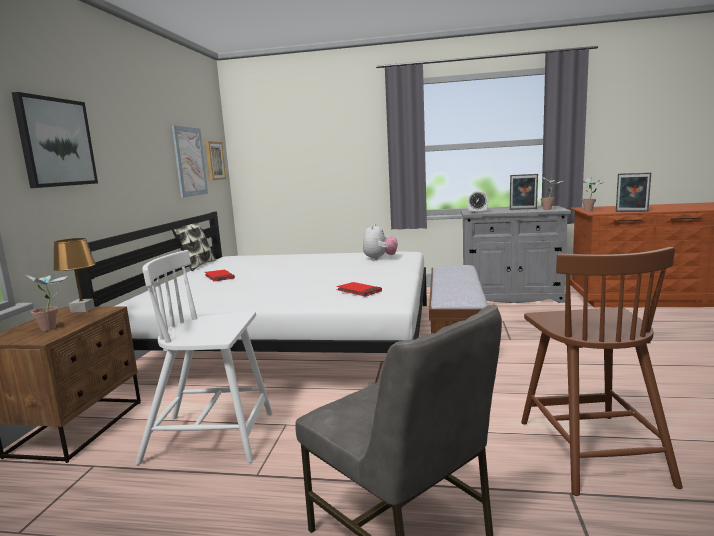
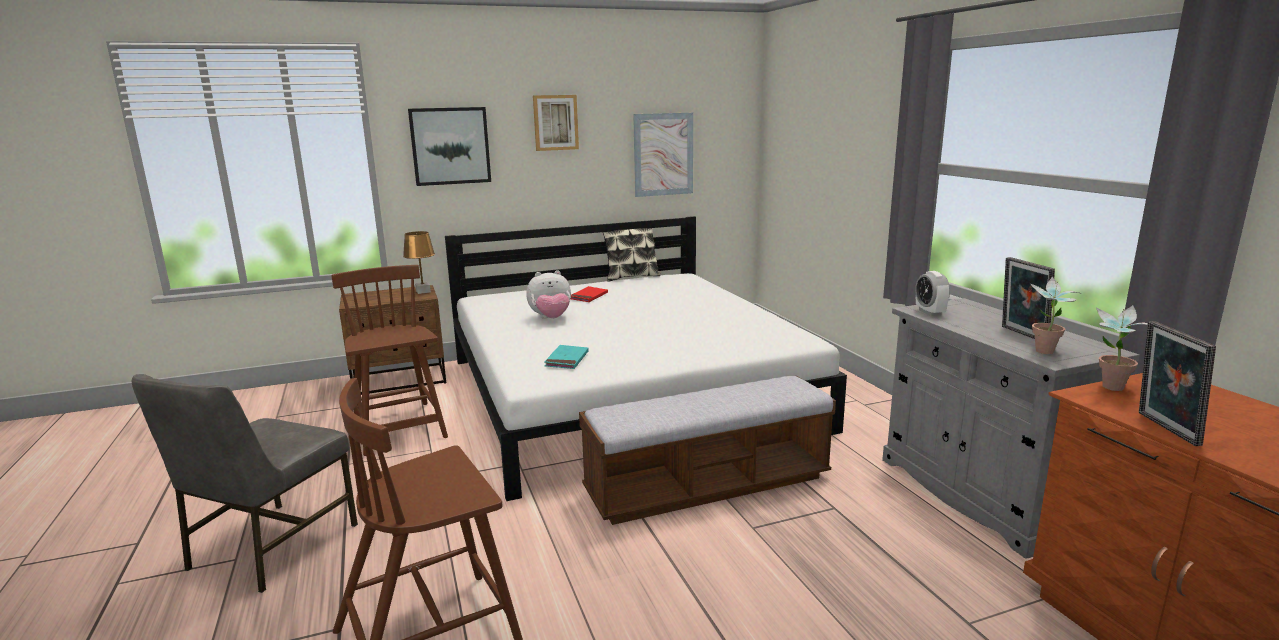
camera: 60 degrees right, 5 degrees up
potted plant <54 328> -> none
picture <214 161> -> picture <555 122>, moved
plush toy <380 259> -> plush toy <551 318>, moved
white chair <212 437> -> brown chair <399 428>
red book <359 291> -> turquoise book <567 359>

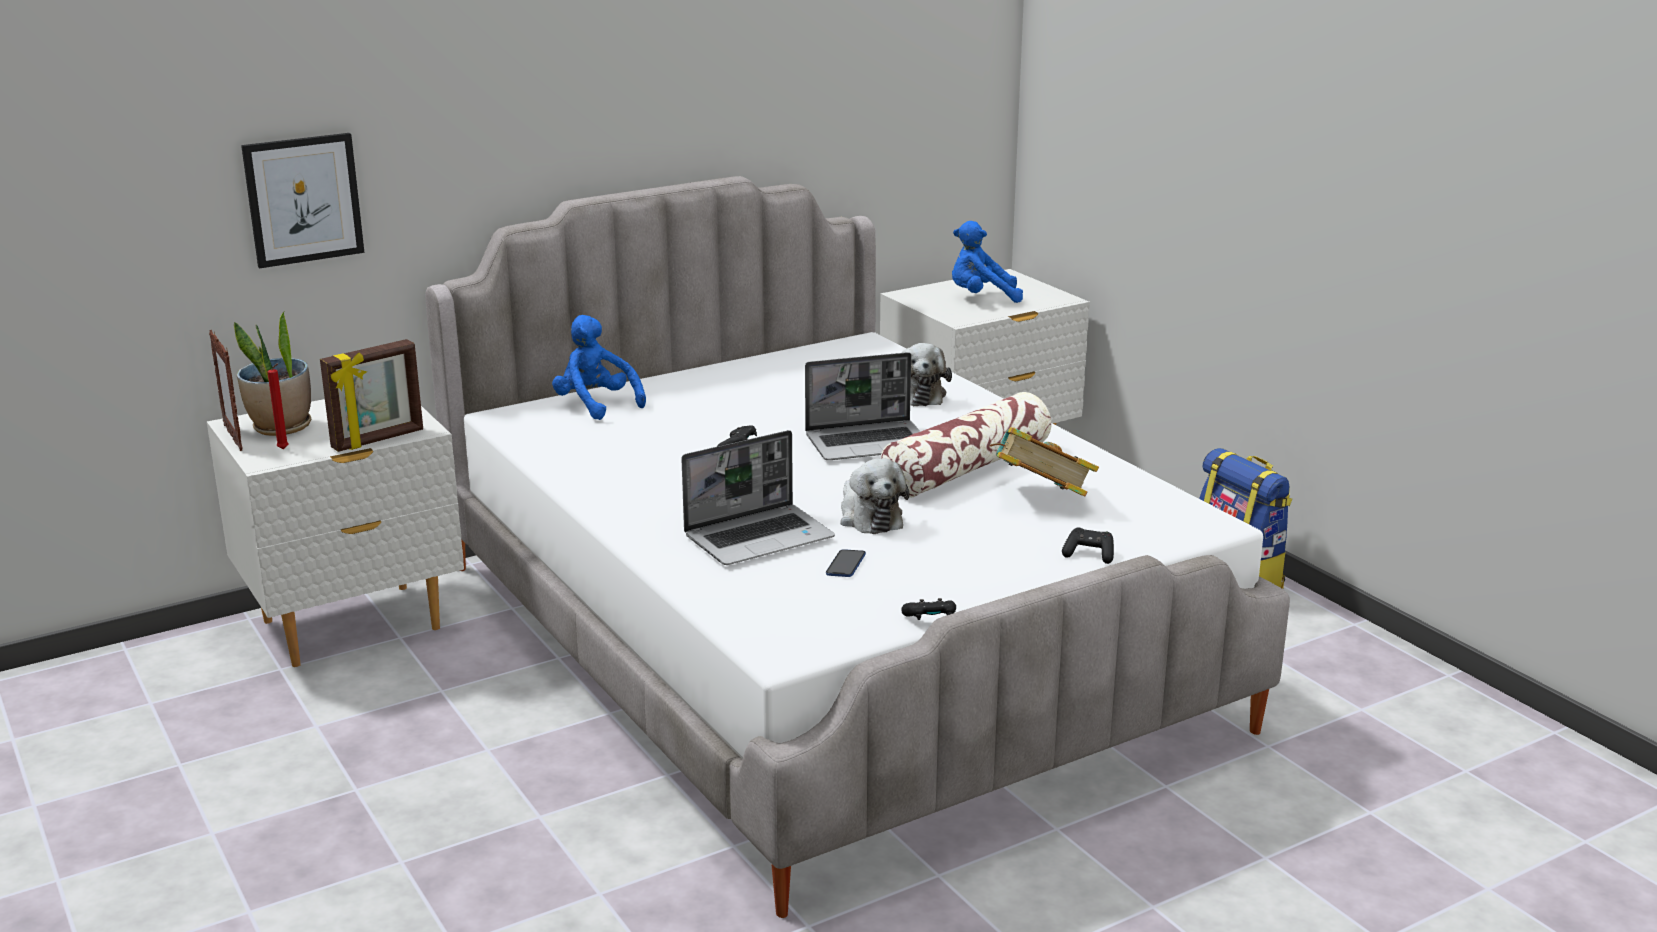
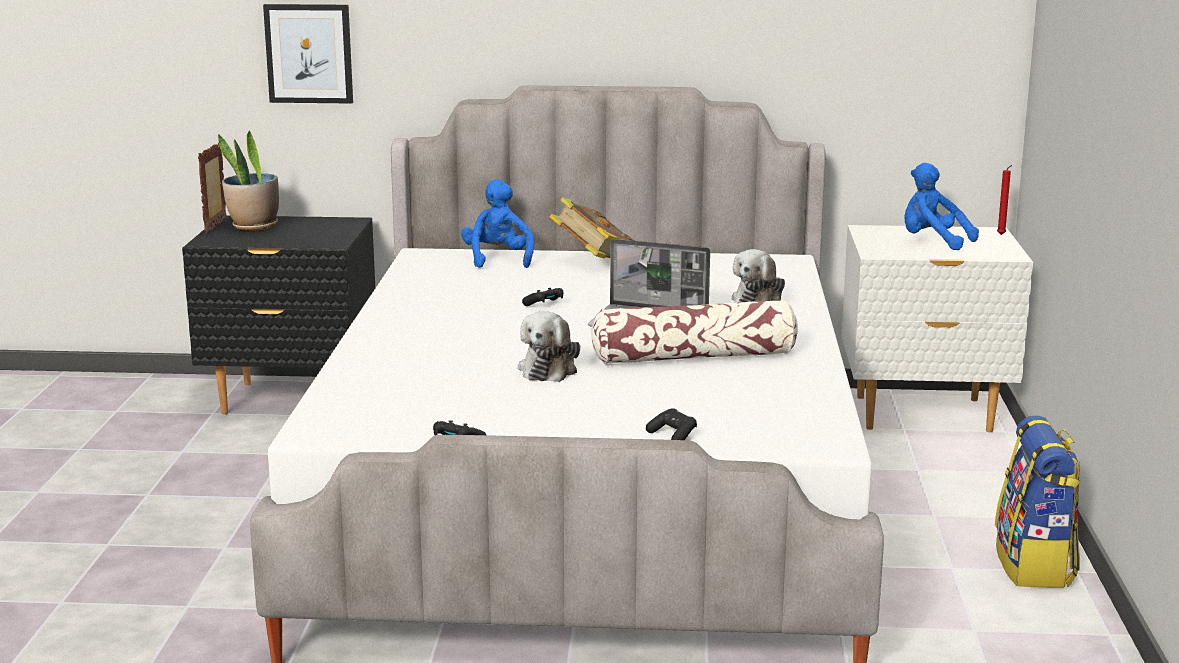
camera: 35 degrees right, 5 degrees down
picture frame <378 440> -> none
laptop <760 537> -> none
phone <845 565> -> none
red candle <284 449> -> red candle <1002 235>, moved
book <1040 499> -> book <593 261>, moved
white nightstand <352 626> -> black nightstand <291 400>

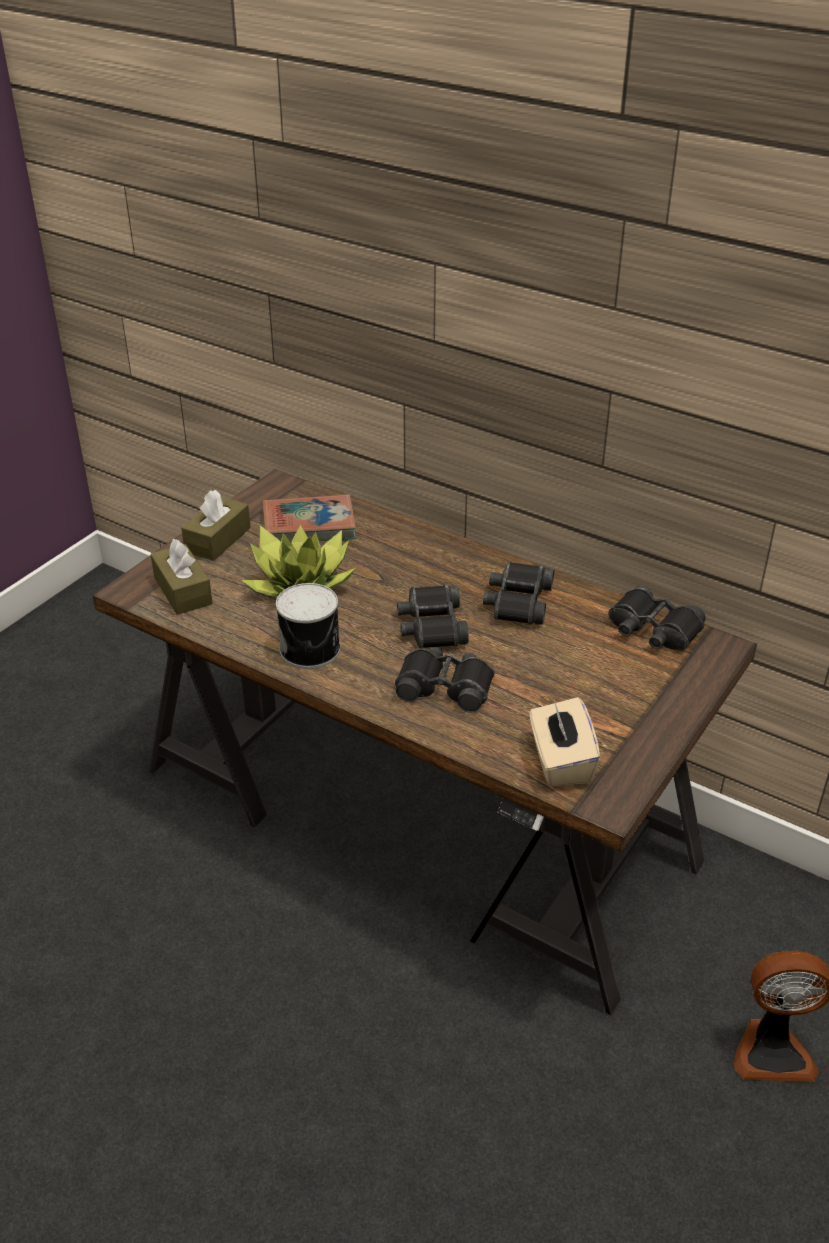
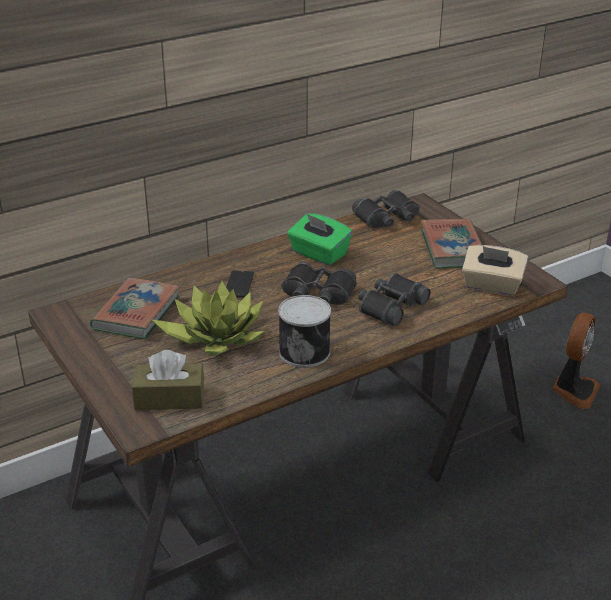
camera: 65 degrees left, 5 degrees down
brown tissue box <218 540> -> none
none -> phone <239 284>
none -> book <453 248>
black binoculars <517 602> -> green tissue box <319 254>

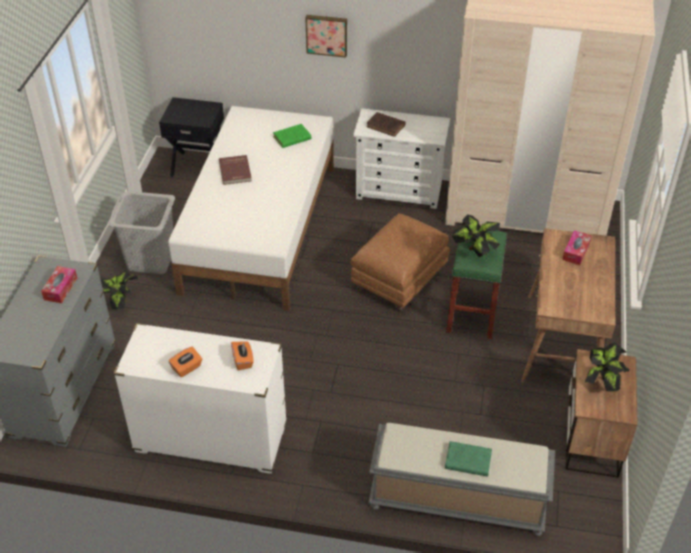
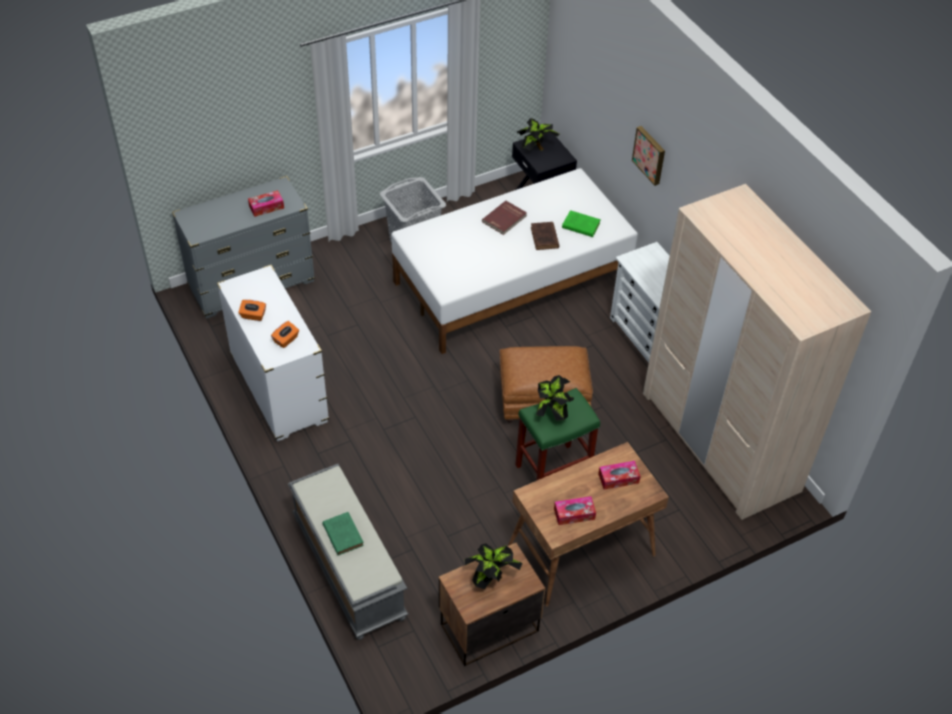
camera: 50 degrees right, 5 degrees up
none -> tissue box <574 514>
potted plant <120 304> -> potted plant <536 149>, moved
brown book <386 126> -> brown book <544 238>, moved

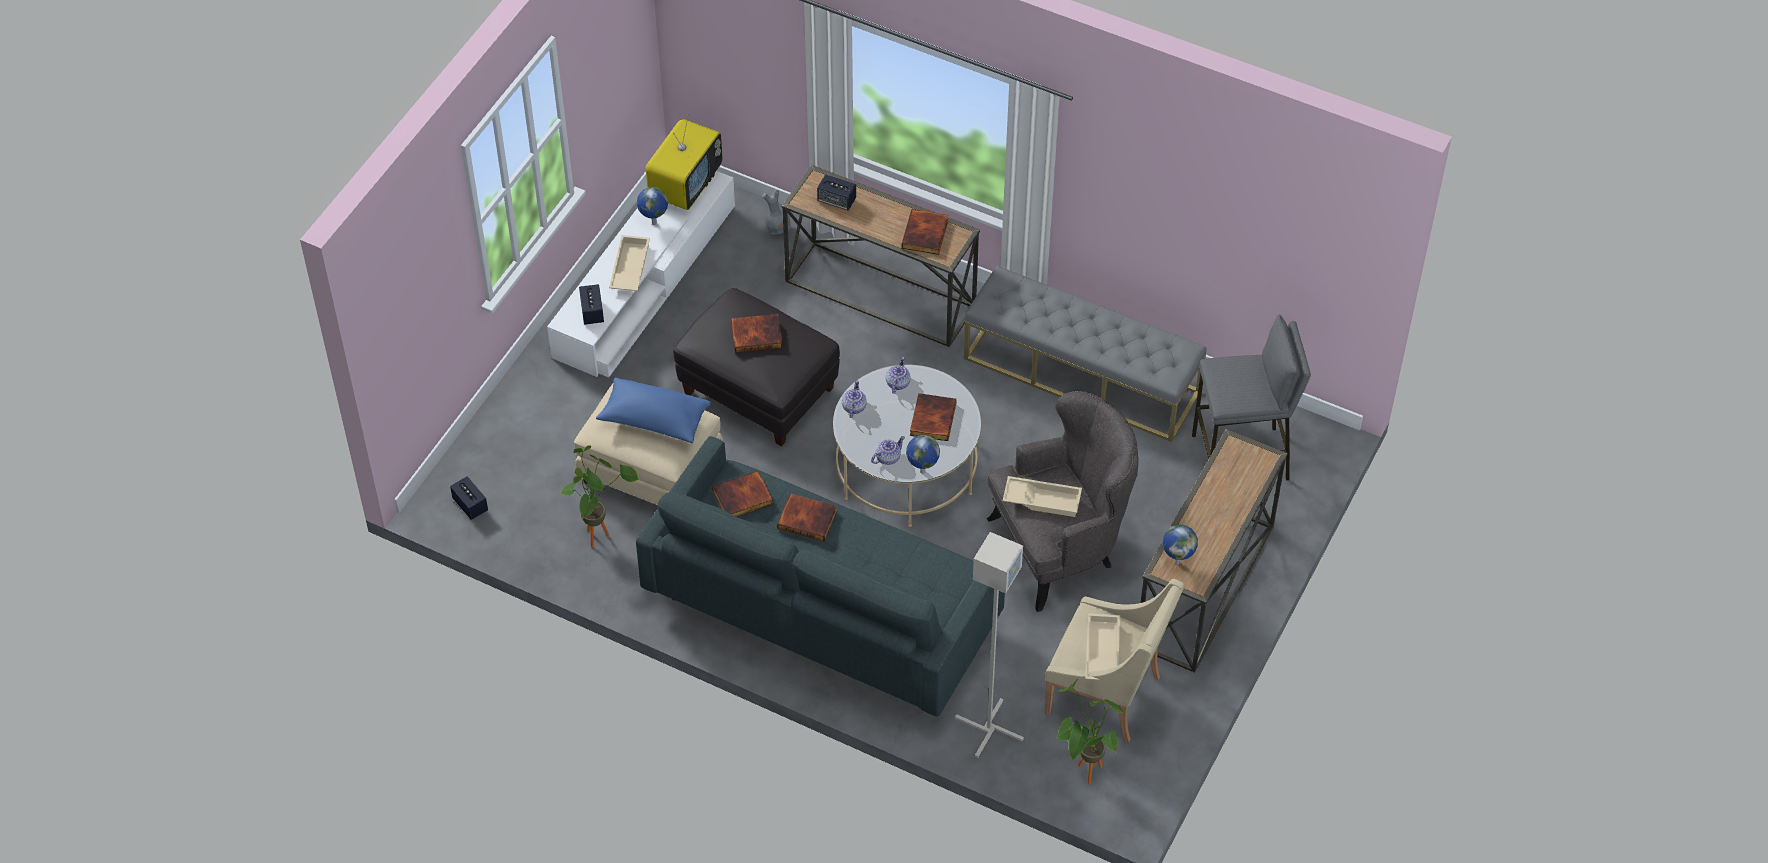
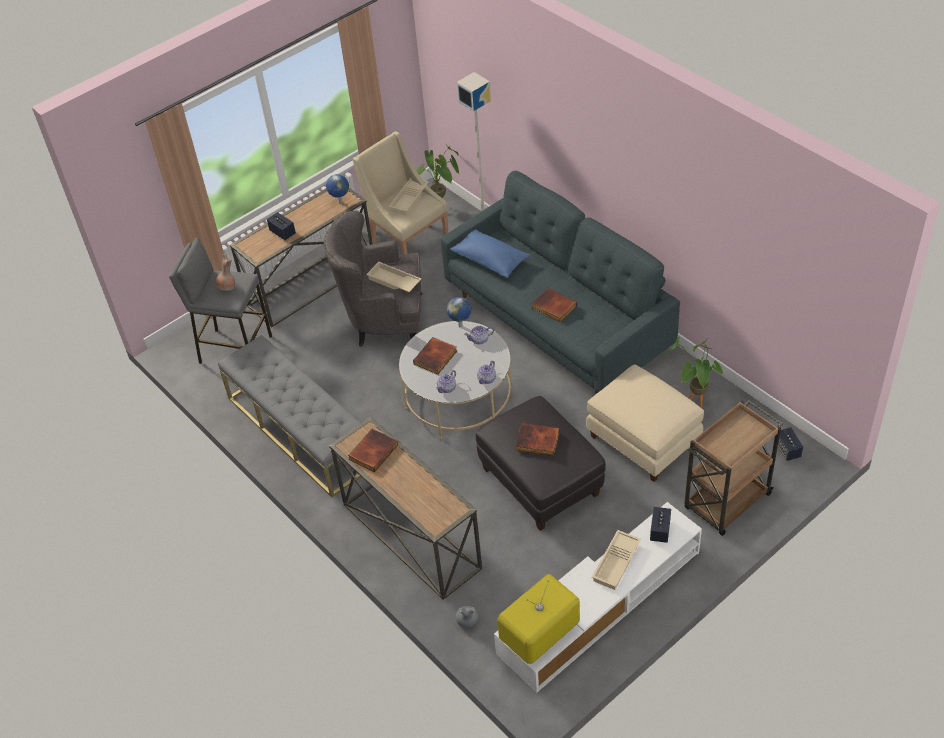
camera: 155 degrees left, 5 degrees down
globe <653 223> -> none
book <742 498> -> none
none -> brown vase <227 287>
none -> brown cart <726 503>
blue pillow <654 419> -> blue pillow <490 260>, moved
speaker <836 200> -> speaker <282 233>, moved

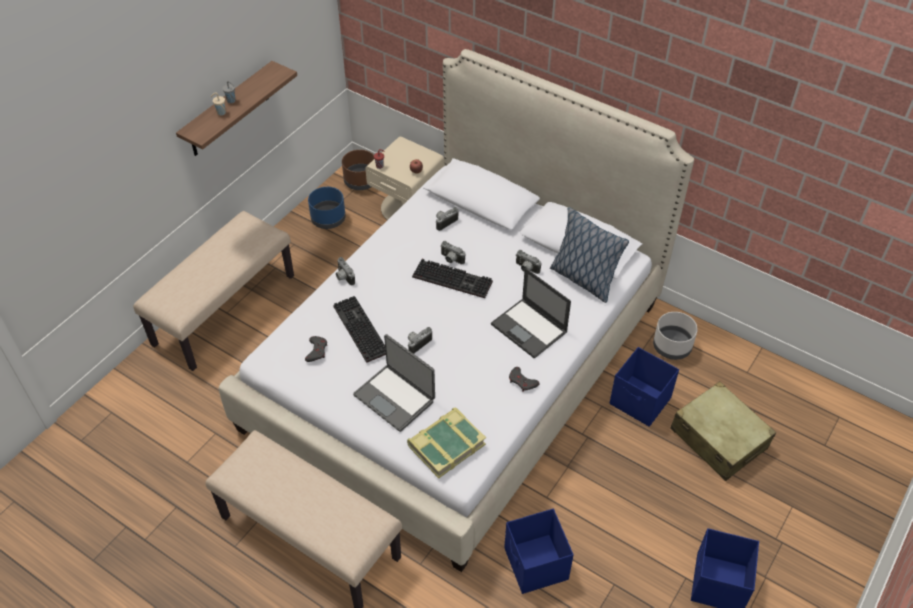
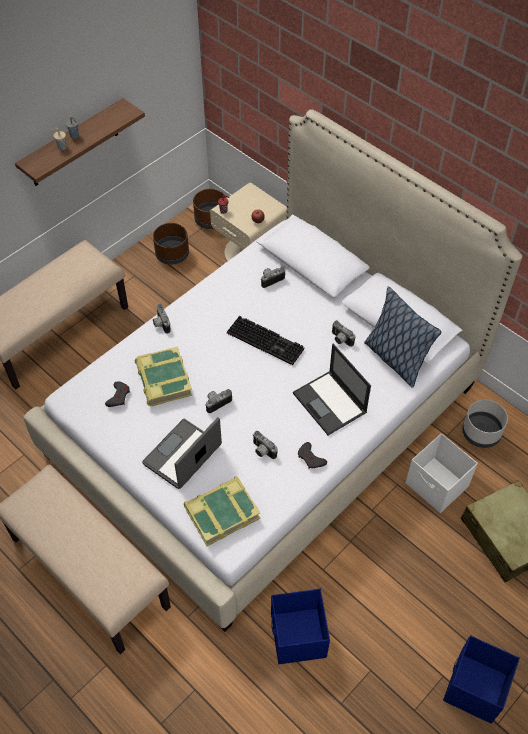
camera: 10 degrees right, 5 degrees up
photo camera <451 260> -> photo camera <262 451>, moved
keyboard <358 329> -> book <163 380>
blue planter <328 219> -> brown planter <172 254>
blue storage box <640 402> -> white storage box <437 486>
laptop <395 397> -> laptop <183 455>, 75 degrees clockwise

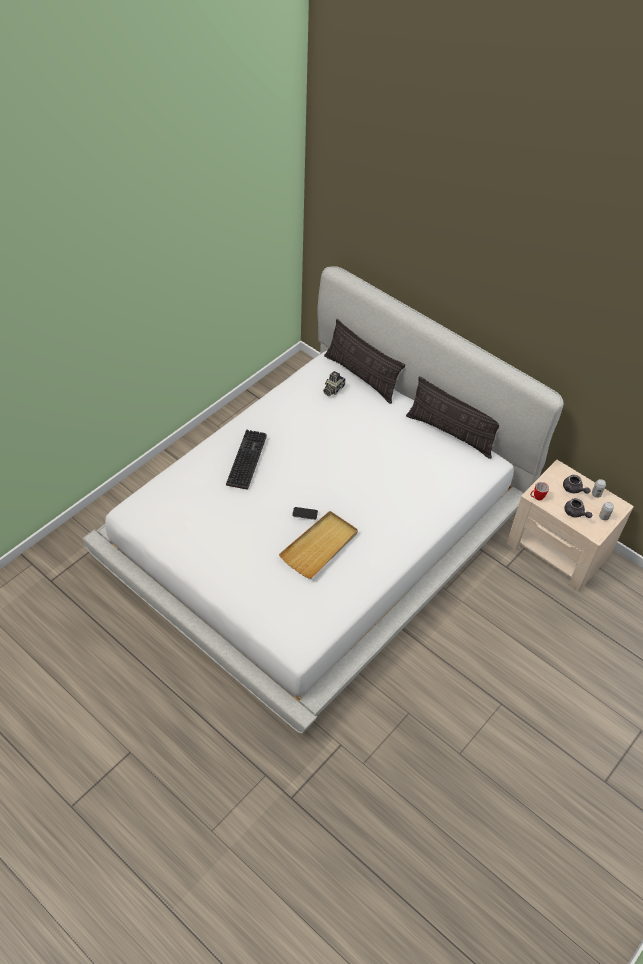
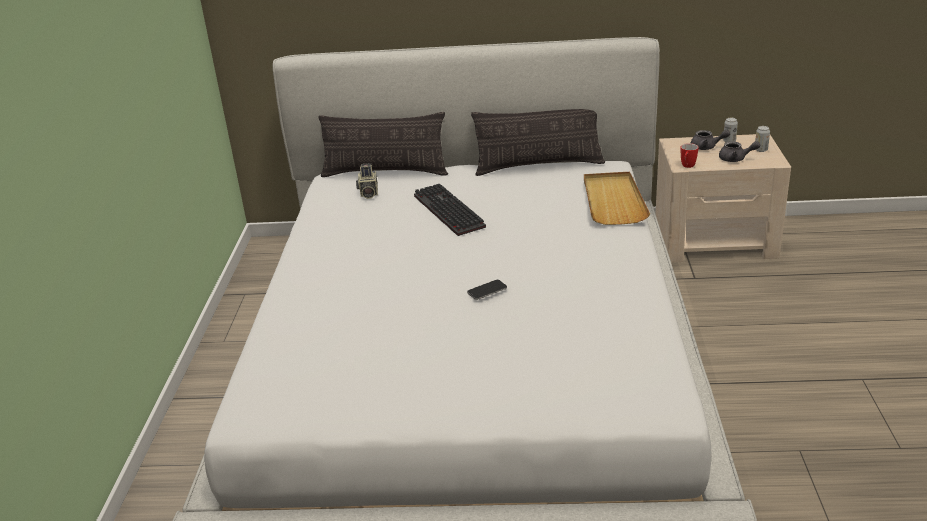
camera: 35 degrees left, 20 degrees down
keyboard <245 459> -> keyboard <446 211>, moved
beige tray <320 546> -> beige tray <613 201>, moved

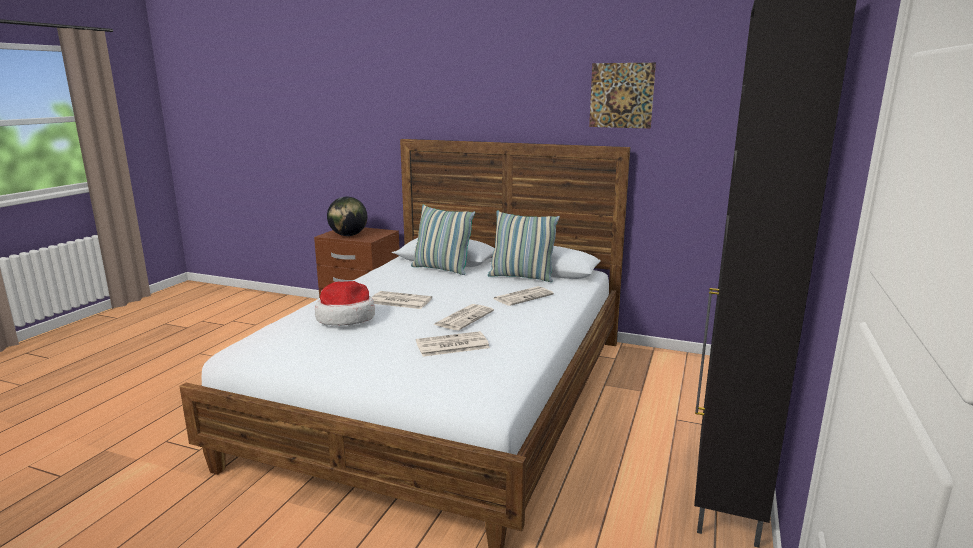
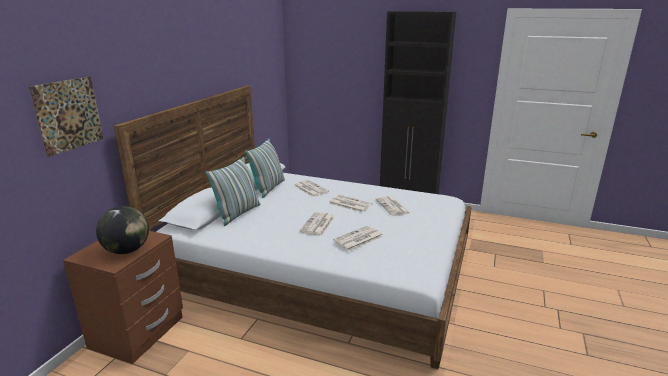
camera: 90 degrees left, 5 degrees up
picture <621 95> -> picture <69 115>, moved
hat <346 318> -> newspaper <358 239>

